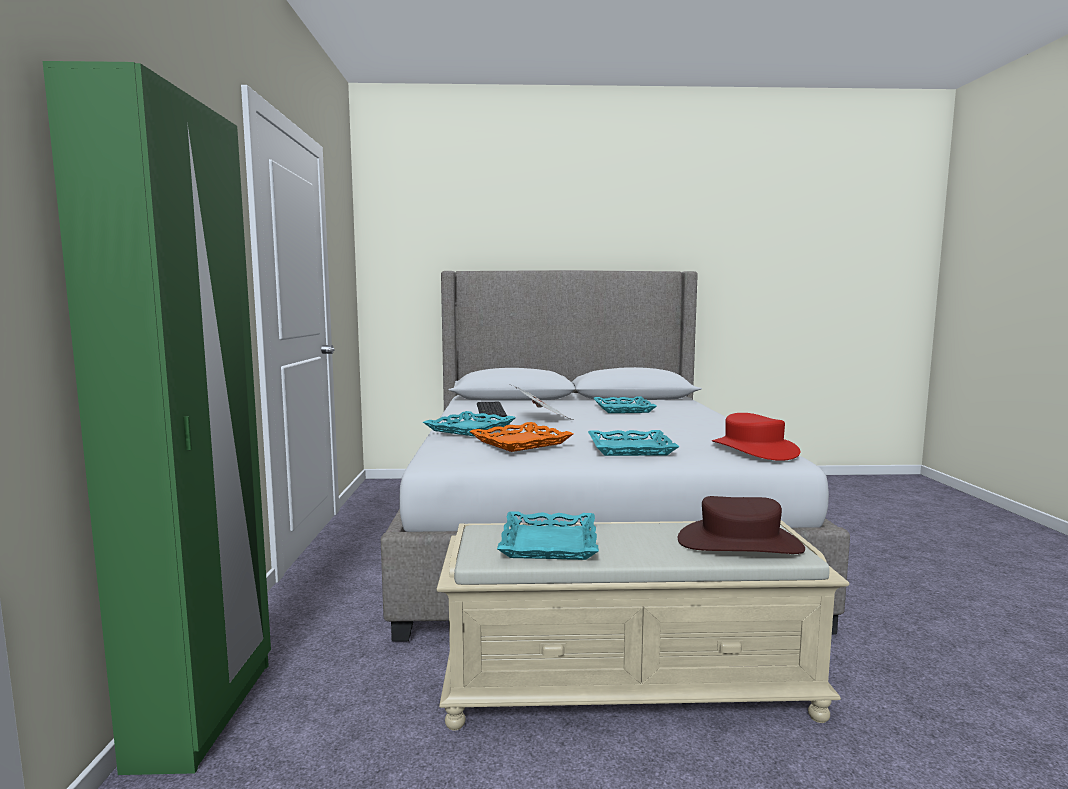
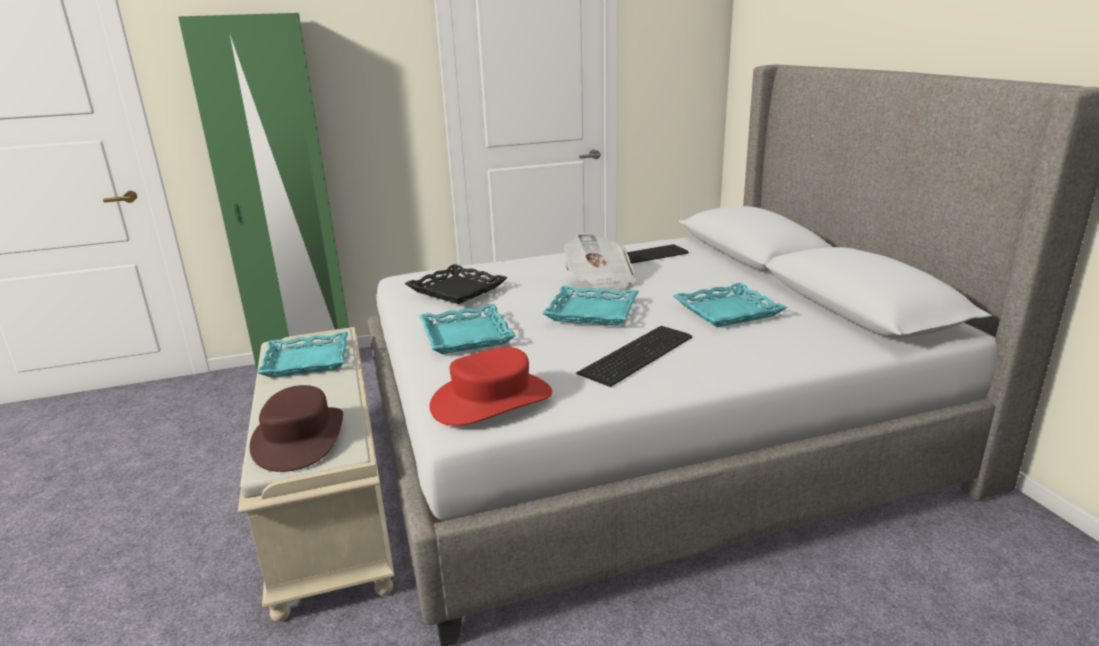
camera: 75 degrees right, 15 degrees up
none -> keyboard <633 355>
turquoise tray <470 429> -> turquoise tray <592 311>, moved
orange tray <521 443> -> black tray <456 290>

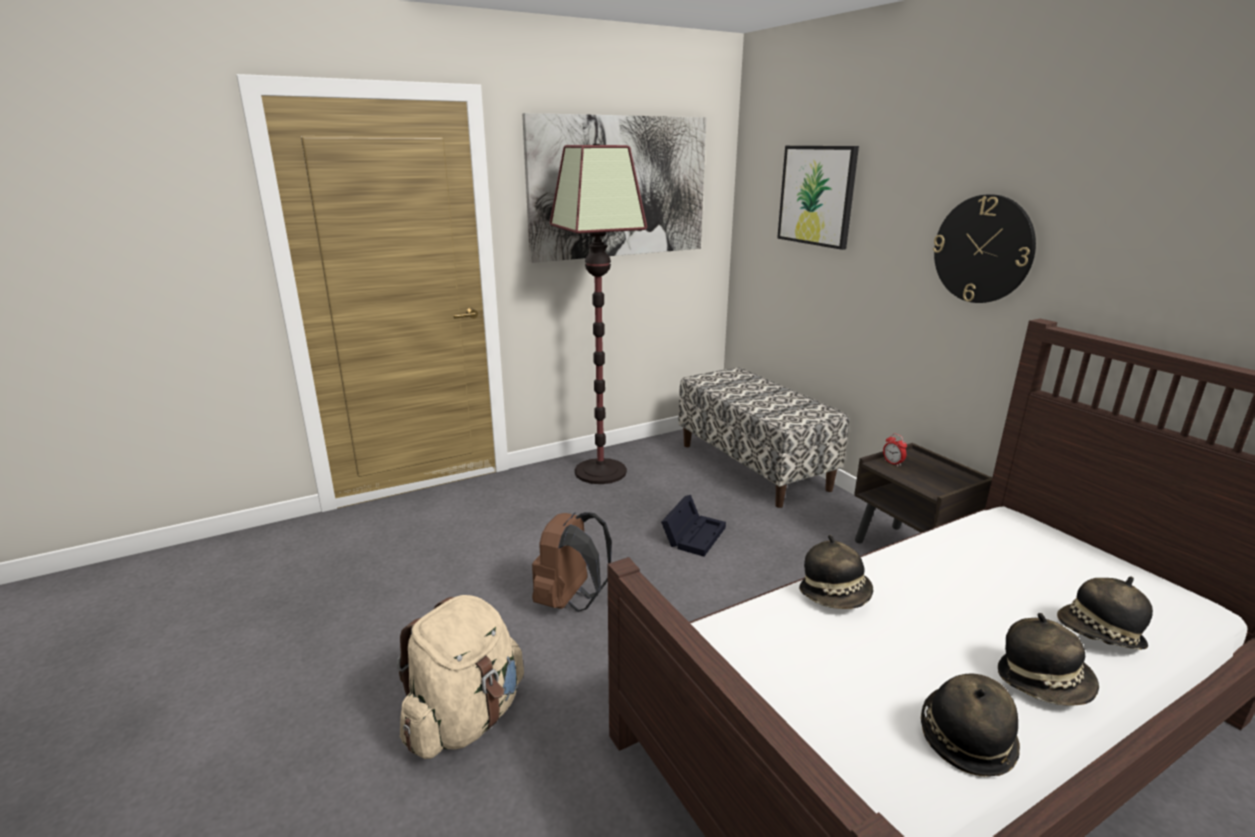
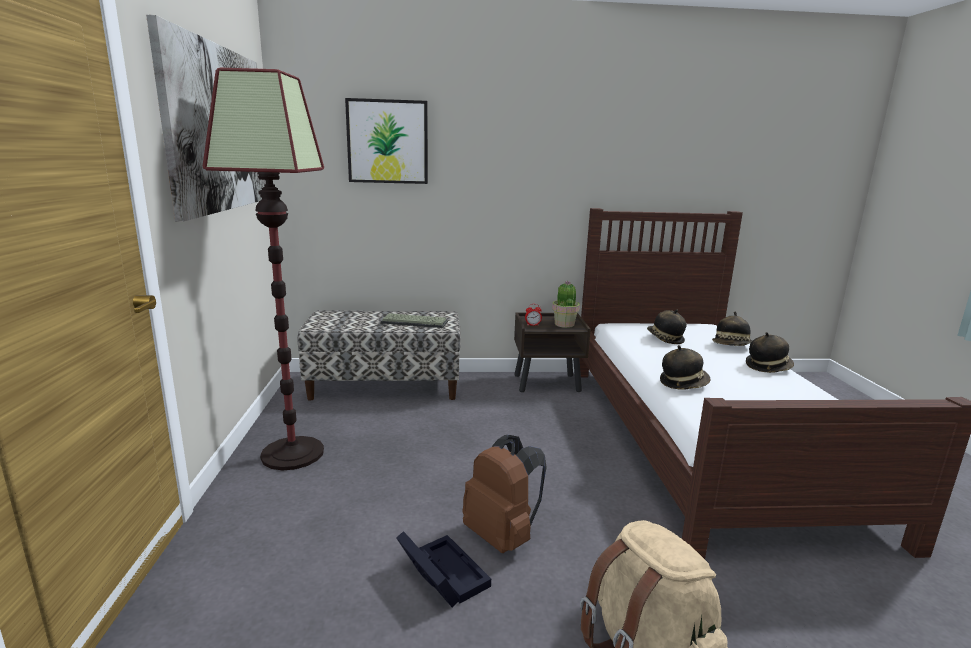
camera: 65 degrees left, 5 degrees down
wall clock <983 249> -> none
none -> keyboard <415 322>
none -> potted plant <564 324>
black storage box <694 534> -> black storage box <441 574>, moved
hat <965 738> -> hat <664 339>, moved

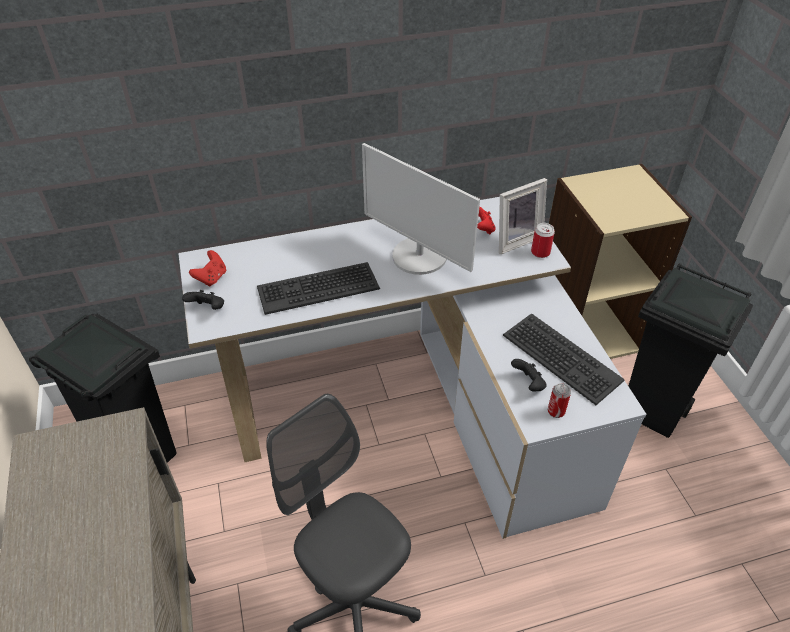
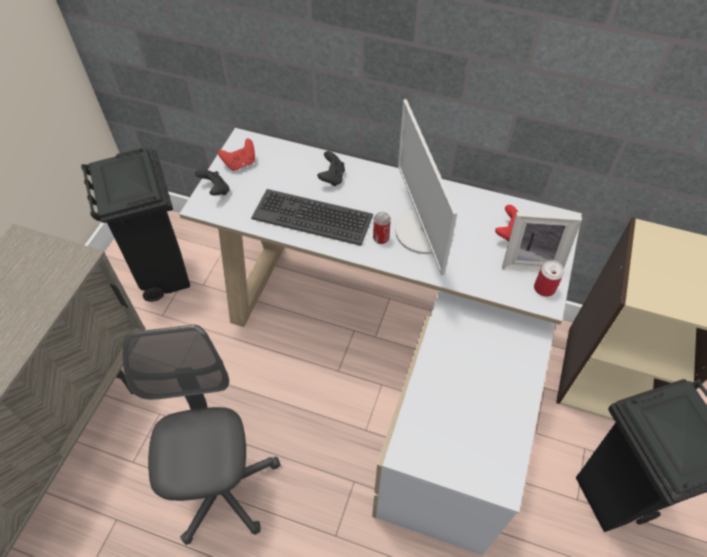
camera: 35 degrees right, 10 degrees up
keyboard <560 358> -> none
black game controller <528 384> -> black game controller <332 177>, moved
can <556 411> -> can <381 238>, moved

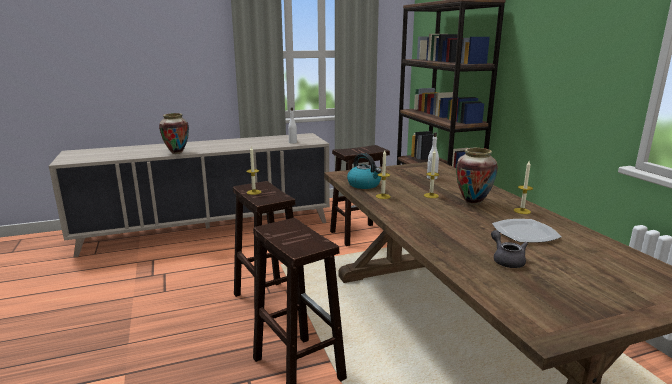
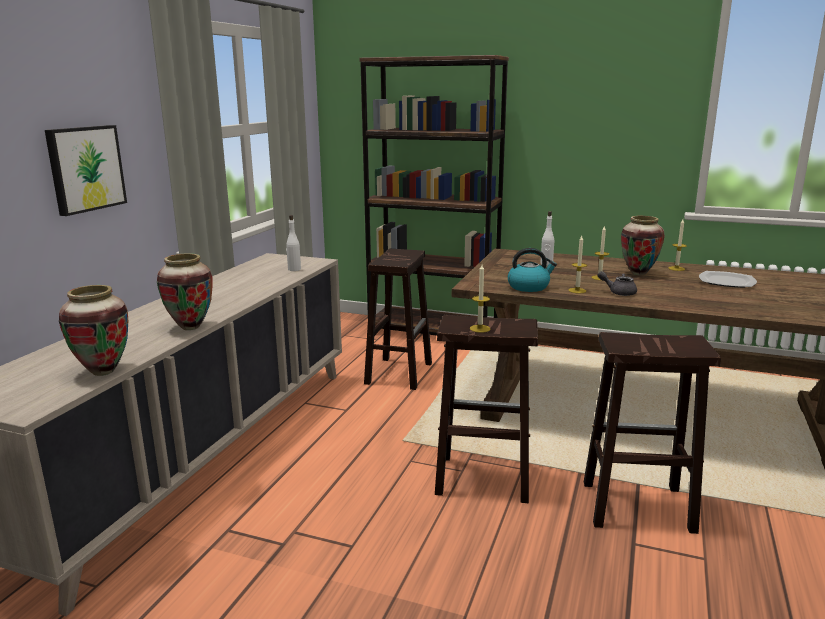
camera: 50 degrees left, 0 degrees up
none -> picture <85 168>
none -> vase <103 371>
grey teapot <506 260> -> grey teapot <618 292>, moved

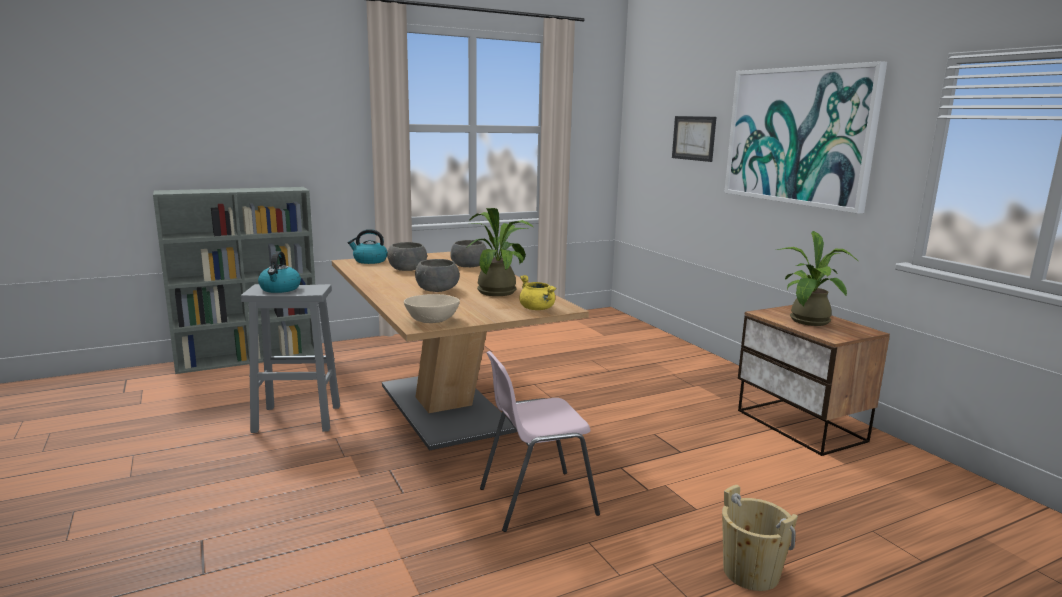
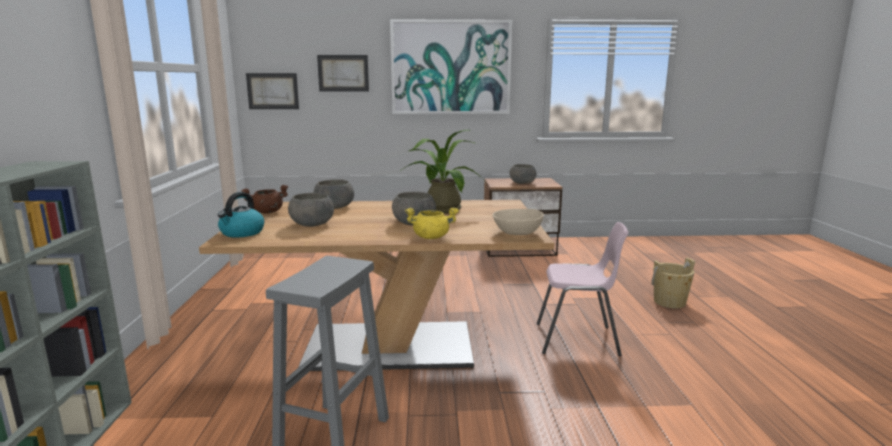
camera: 65 degrees left, 0 degrees up
kettle <280 289> -> none
none -> brown cooking pot <267 212>
none -> picture <273 91>
yellow cooking pot <538 309> -> yellow cooking pot <431 237>, moved
potted plant <808 322> -> grey bowl <522 183>
pink chair <535 500> -> pink chair <577 340>, 90 degrees counterclockwise

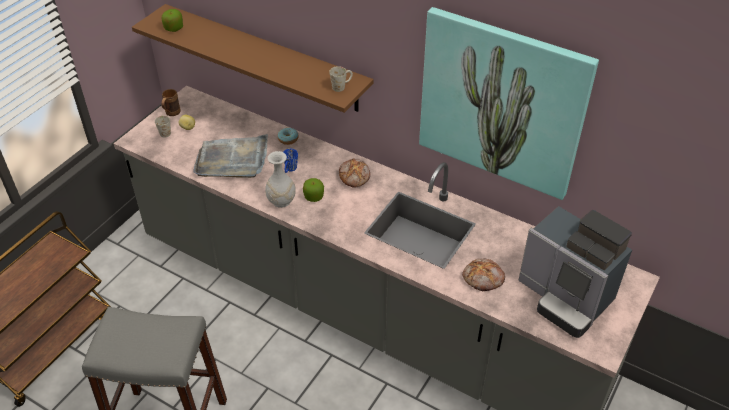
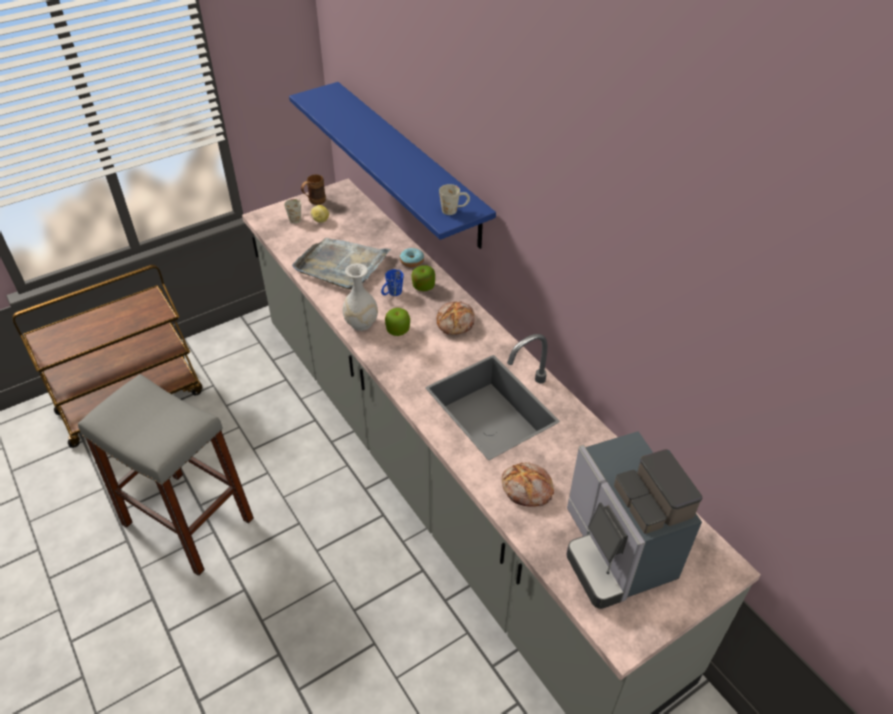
camera: 25 degrees right, 0 degrees up
picture <502 103> -> none
apple <173 28> -> apple <423 286>, moved
brown shelf <265 58> -> blue shelf <409 162>

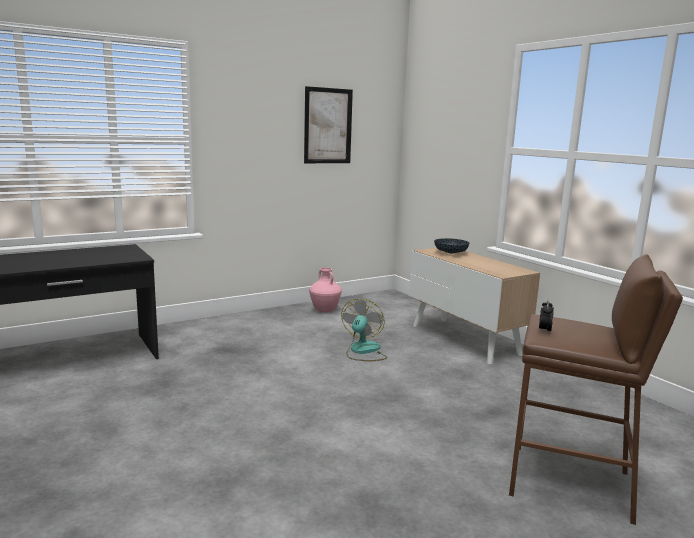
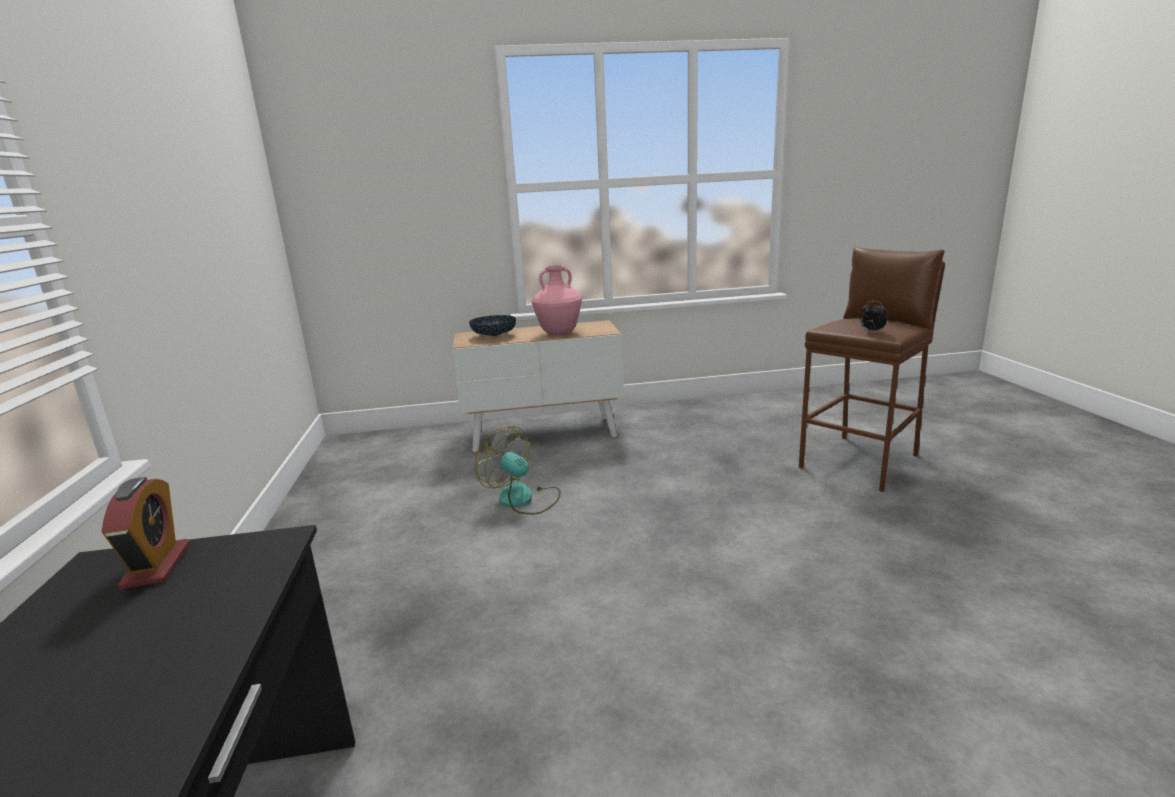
camera: 65 degrees left, 5 degrees up
picture <328 126> -> none
none -> alarm clock <157 566>
pink vase <324 311> -> pink vase <558 333>, moved

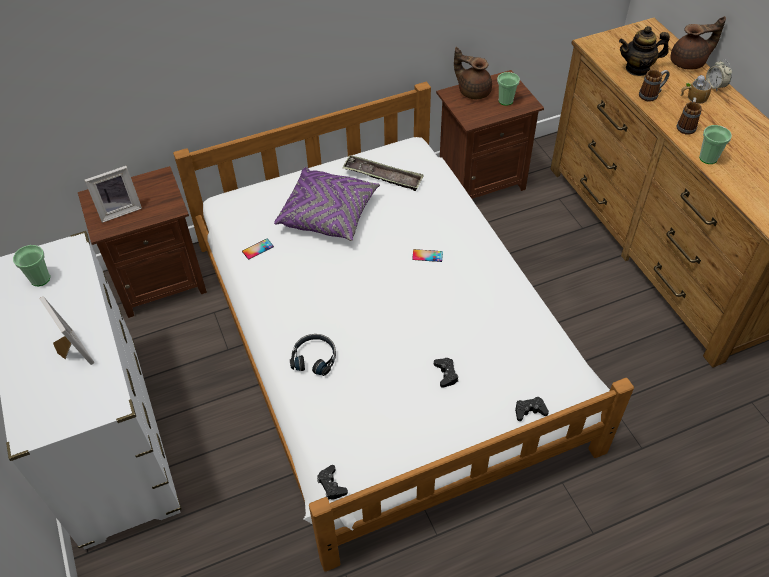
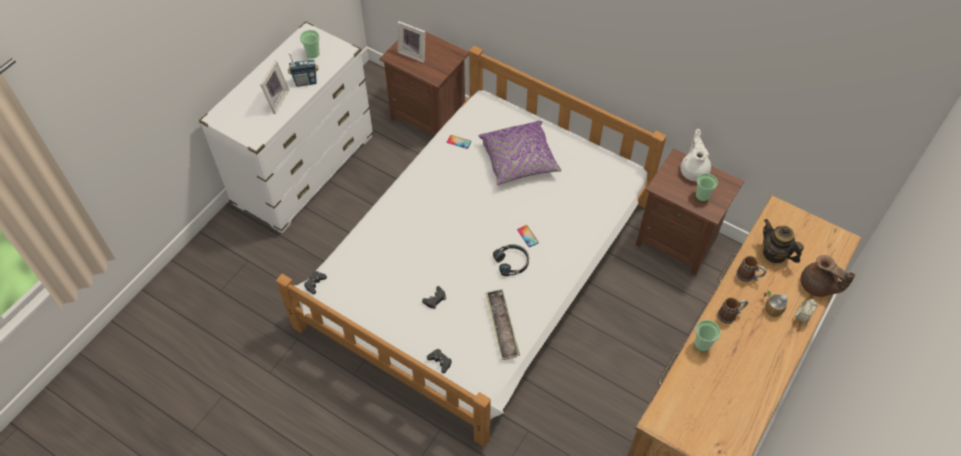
camera: 55 degrees right, 5 degrees up
none -> radio <306 82>
black headphones <314 358> -> black headphones <512 262>, moved
tray <383 176> -> tray <501 326>, moved
brown teapot <473 91> -> white teapot <694 170>

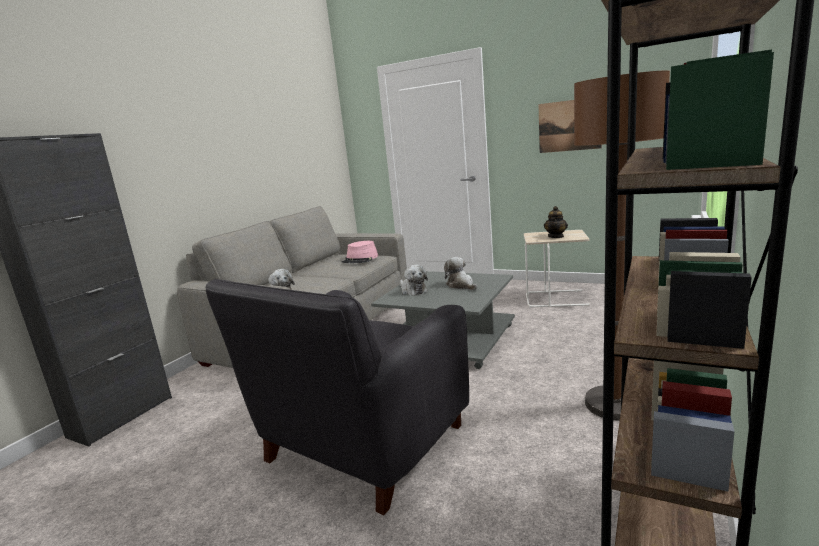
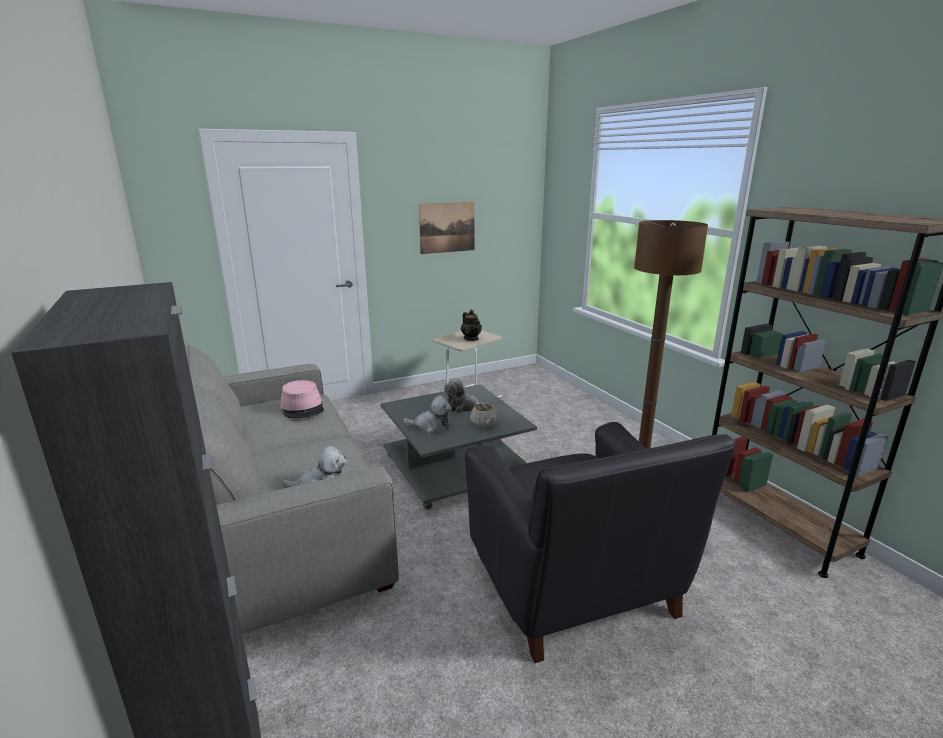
camera: 55 degrees left, 5 degrees up
none -> beige teapot <484 423>

